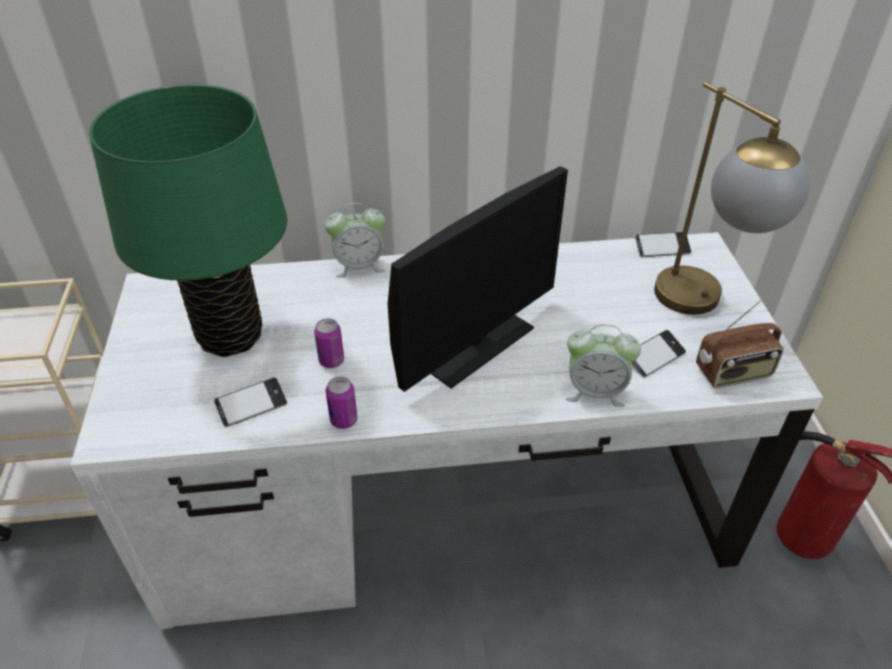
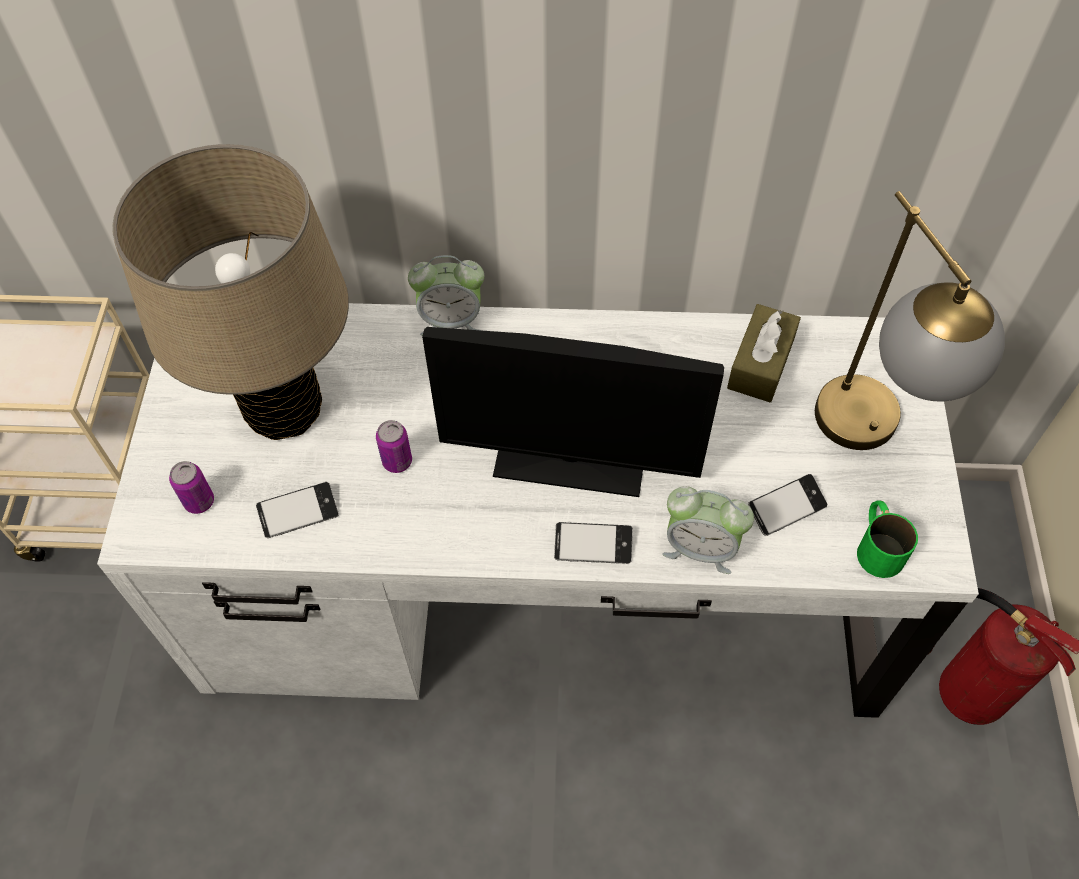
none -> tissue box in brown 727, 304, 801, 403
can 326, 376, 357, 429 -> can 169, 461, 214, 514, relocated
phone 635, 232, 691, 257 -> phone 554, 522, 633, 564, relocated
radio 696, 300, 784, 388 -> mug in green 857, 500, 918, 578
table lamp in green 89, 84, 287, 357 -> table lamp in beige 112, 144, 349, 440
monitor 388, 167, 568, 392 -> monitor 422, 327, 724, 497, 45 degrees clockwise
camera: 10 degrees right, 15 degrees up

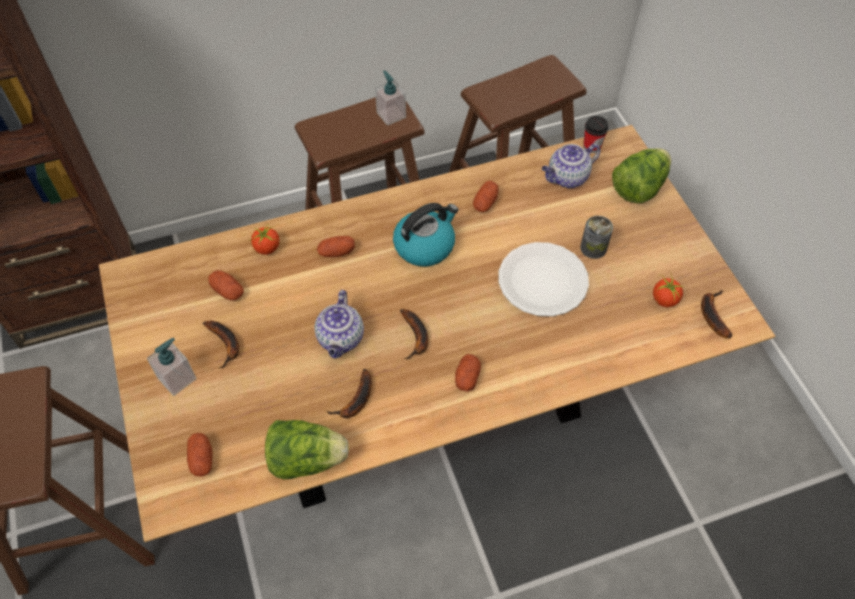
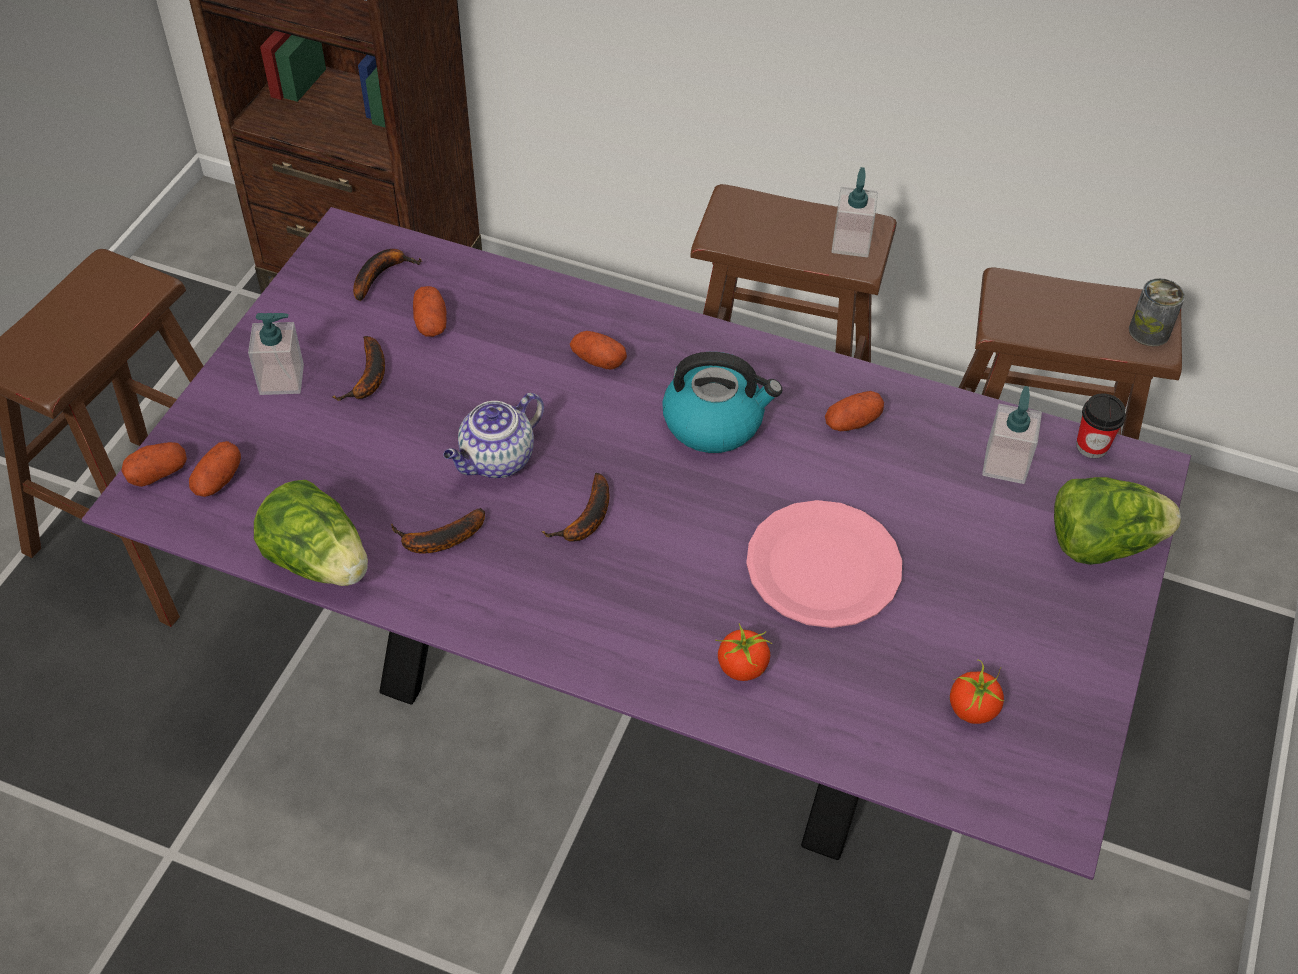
tomato 251, 223, 279, 255 -> tomato 716, 623, 772, 681, relocated
potato 455, 354, 481, 392 -> potato 121, 442, 187, 487, relocated
can 580, 216, 613, 259 -> can 1129, 278, 1185, 346, relocated
banana 701, 290, 732, 338 -> banana 353, 249, 422, 301, relocated
teapot 542, 144, 600, 188 -> soap dispenser 982, 386, 1042, 484
dining table in brown 99, 125, 775, 542 -> dining table in purple 82, 207, 1191, 880
plate in white 499, 242, 589, 317 -> plate in pink 746, 500, 902, 628
camera: 40 degrees right, 5 degrees down

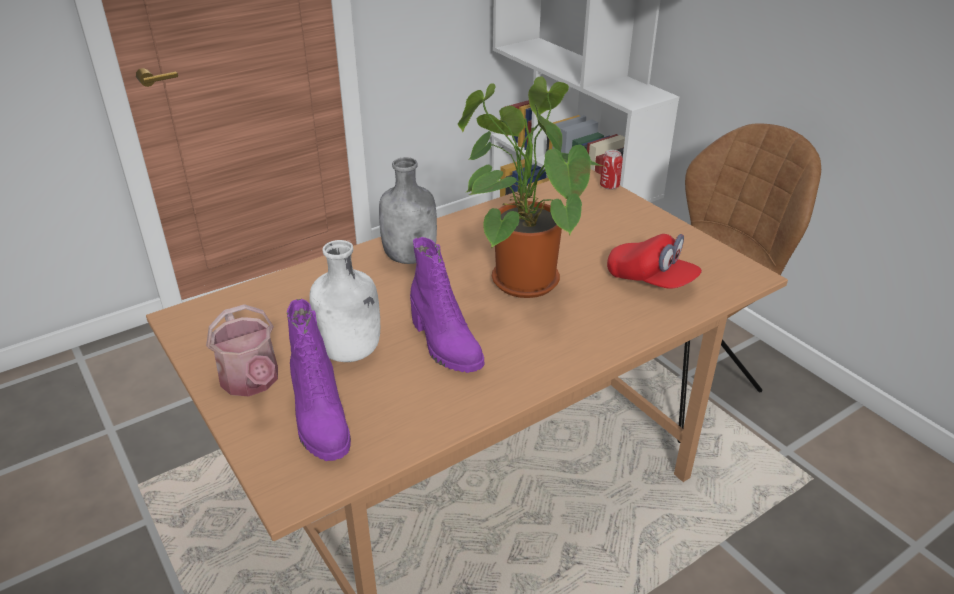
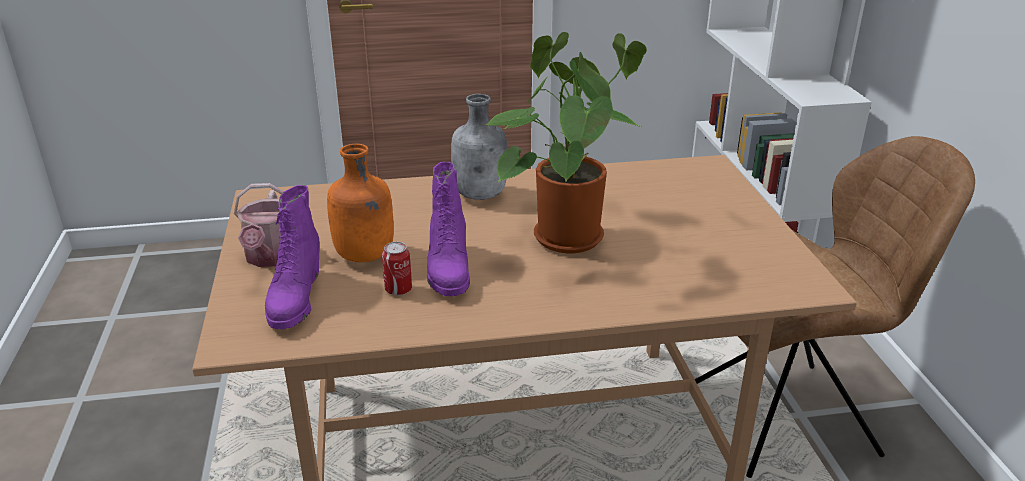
cap in red 607, 234, 702, 289 -> none
can 600, 150, 623, 190 -> can 382, 242, 412, 295, relocated
bottle in white 309, 240, 380, 362 -> bottle in orange 327, 144, 394, 262
camera: 25 degrees right, 5 degrees down

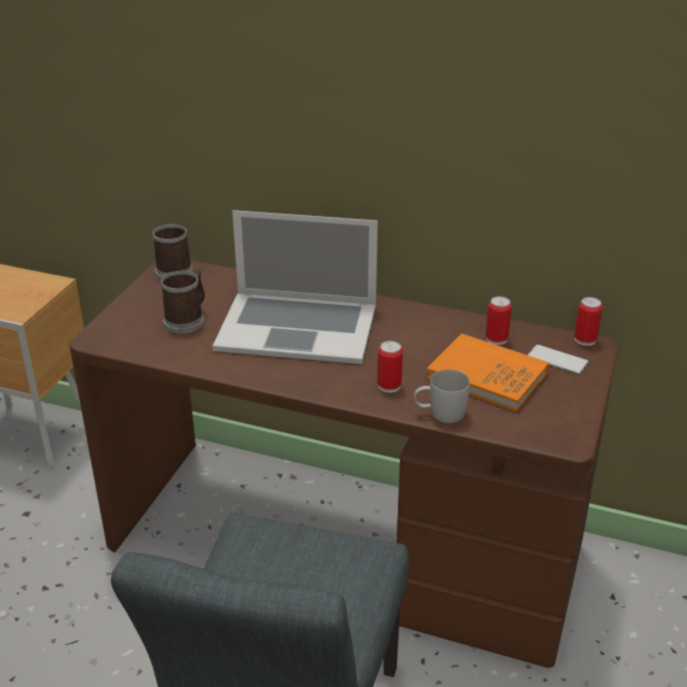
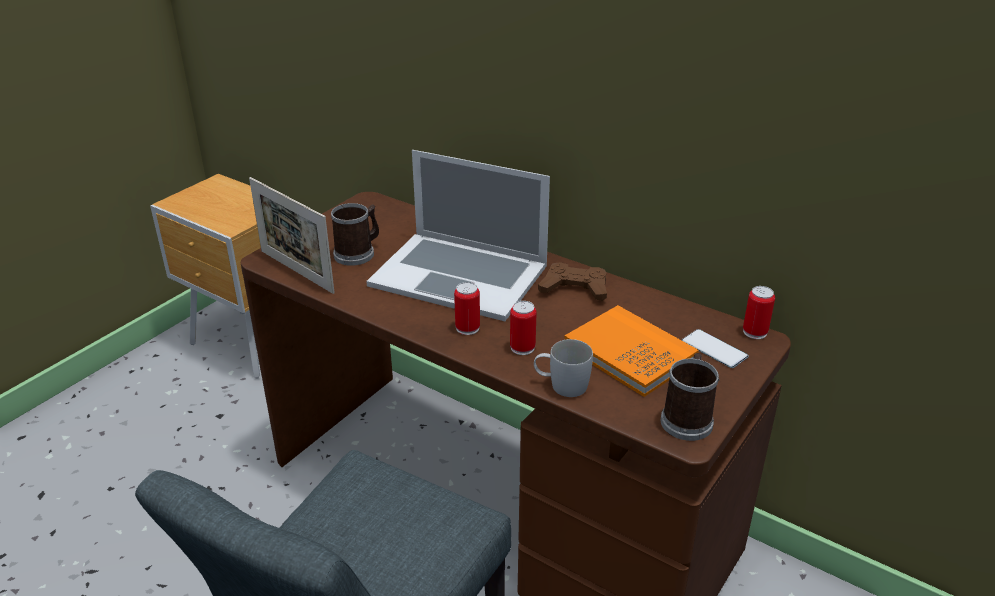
none -> picture frame 249, 177, 335, 294
none -> game controller in brown 538, 262, 607, 301
mug 153, 221, 193, 280 -> mug 661, 353, 720, 441, relocated
can 486, 296, 512, 345 -> can 454, 282, 480, 335, relocated
camera: 15 degrees right, 0 degrees up

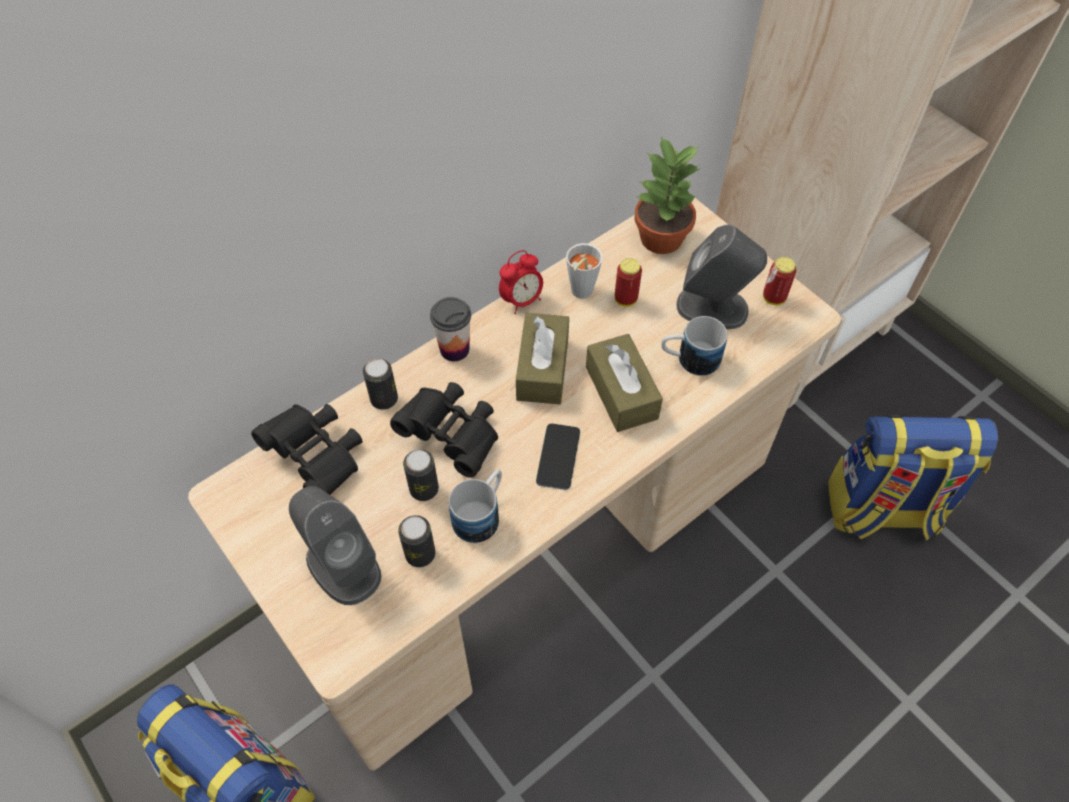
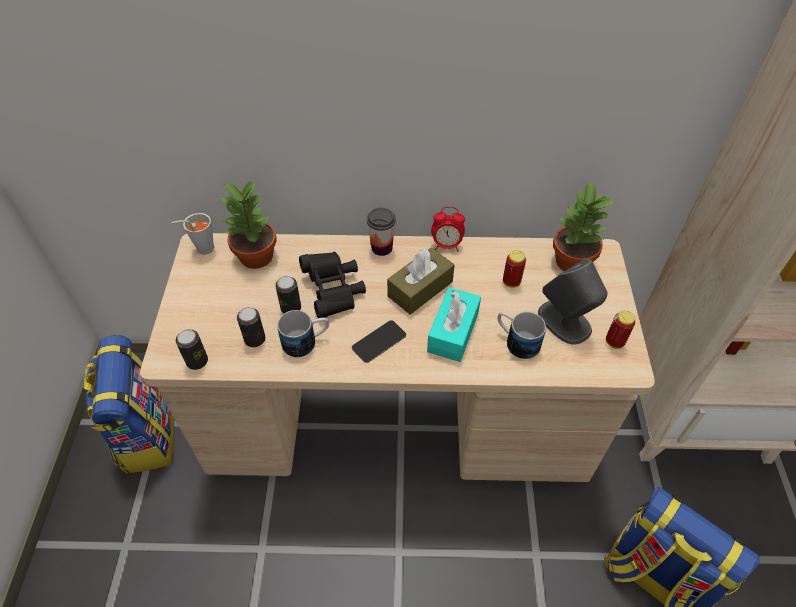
speaker in grey 289, 486, 381, 605 -> none
can 363, 359, 398, 410 -> can 176, 329, 208, 370, relocated
cup in grey 566, 243, 603, 299 -> cup in grey 172, 213, 214, 255, relocated
binoculars in black 251, 404, 363, 495 -> potted plant 219, 180, 276, 269
tissue box in brown 586, 334, 663, 432 -> tissue box in turquoise 427, 287, 481, 362
camera: 40 degrees right, 5 degrees down

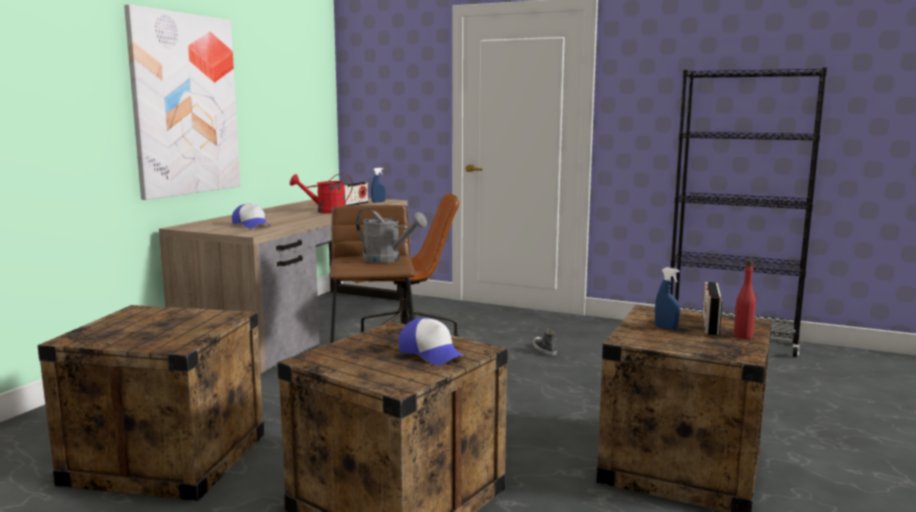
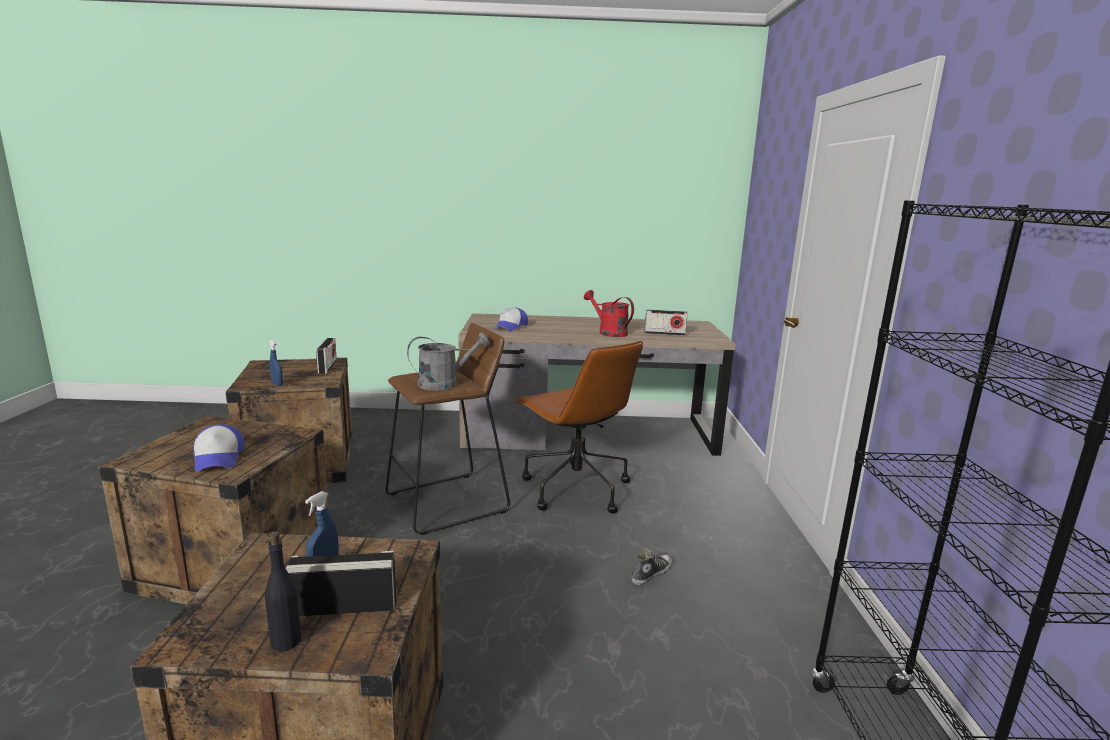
picture 124, 4, 241, 200 -> none
none -> radio 316, 338, 337, 374
spray bottle in blue 371, 168, 386, 202 -> spray bottle in blue 269, 340, 283, 386, relocated
bottle in red 734, 260, 756, 339 -> bottle in black 265, 531, 301, 652
watering can in grey 356, 208, 427, 263 -> watering can in grey 407, 332, 490, 390, 120 degrees counterclockwise
cap 398, 318, 466, 366 -> cap 193, 424, 245, 472, 45 degrees counterclockwise
camera: 65 degrees right, 5 degrees up

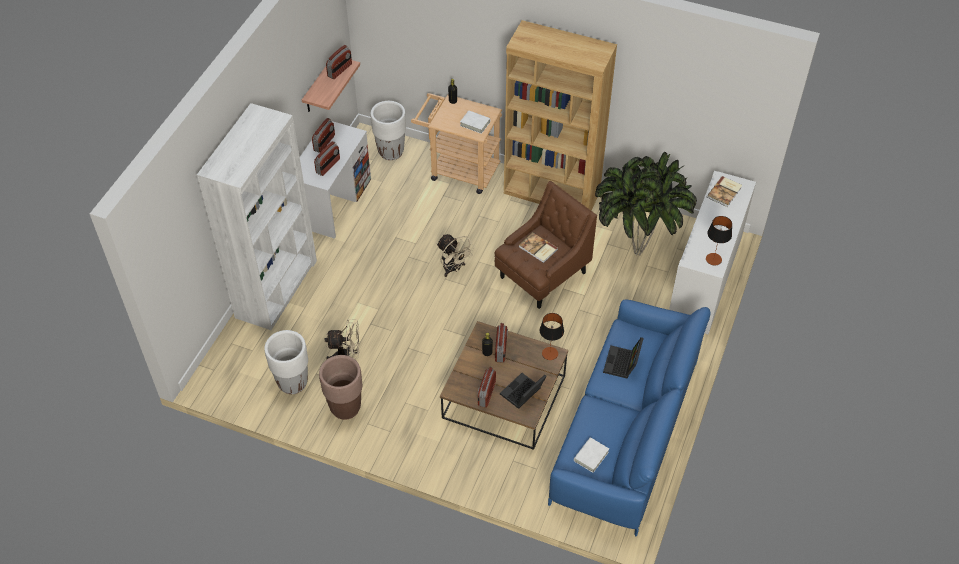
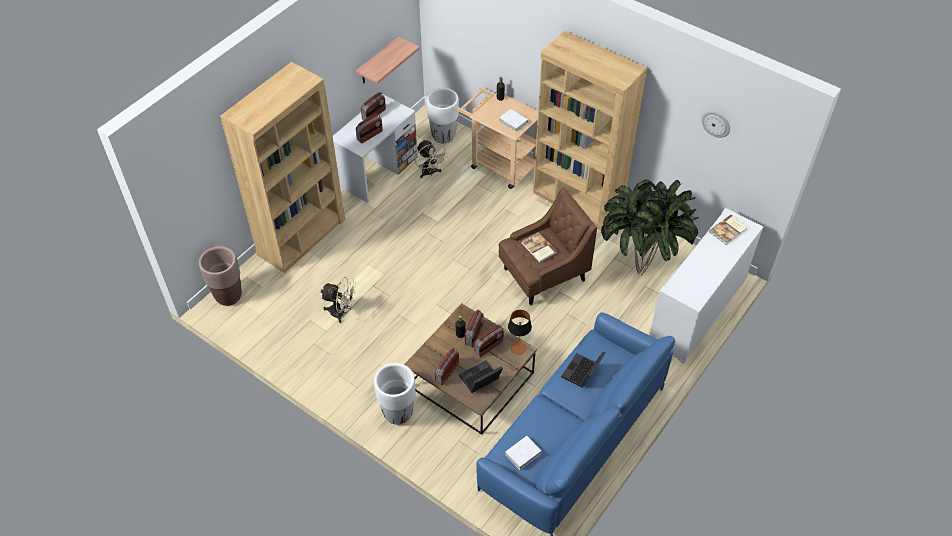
table lamp 706, 216, 732, 265 -> none
none -> wall clock 702, 111, 730, 138
planter in white 264, 330, 308, 394 -> planter in white 374, 363, 416, 425, relocated
planter in brown 319, 355, 362, 420 -> planter in brown 199, 246, 242, 306, relocated
radio 326, 45, 352, 79 -> radio 475, 325, 504, 357, relocated
fan in beige 437, 234, 475, 277 -> fan in beige 415, 140, 448, 178, relocated
bookcase in white 197, 103, 317, 330 -> bookcase in brown 220, 62, 345, 273
camera: 15 degrees right, 0 degrees up

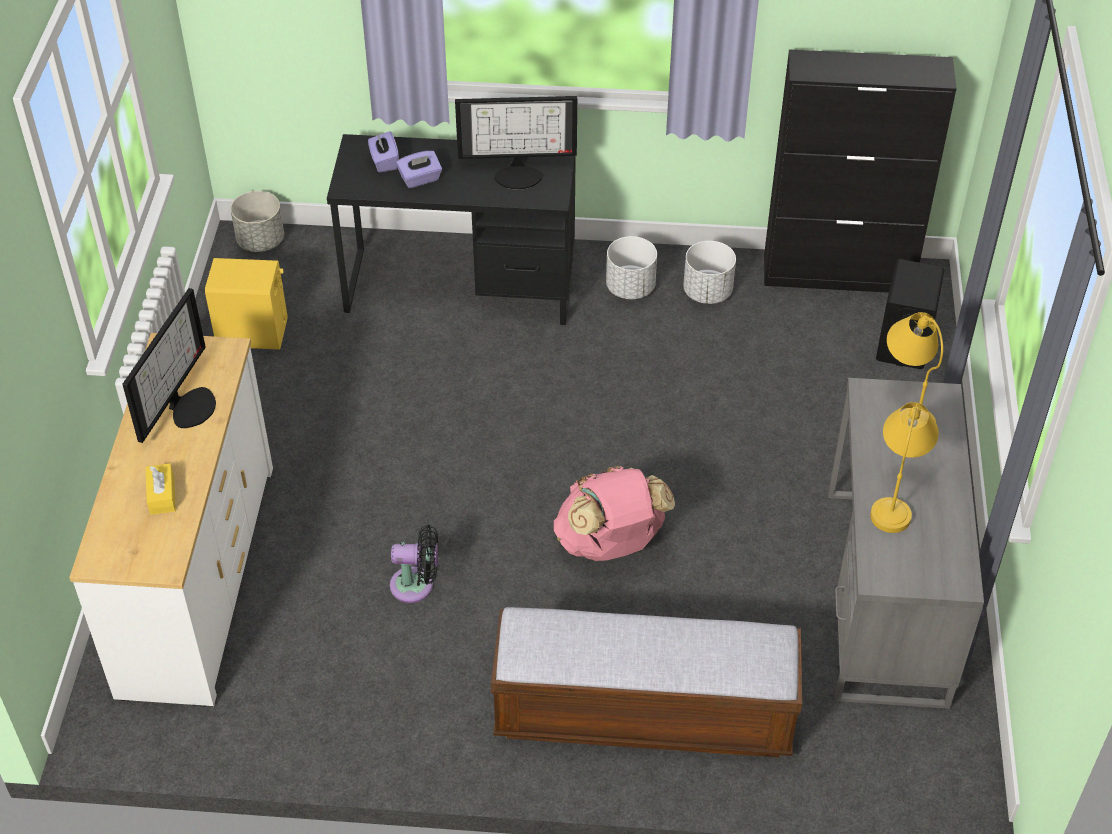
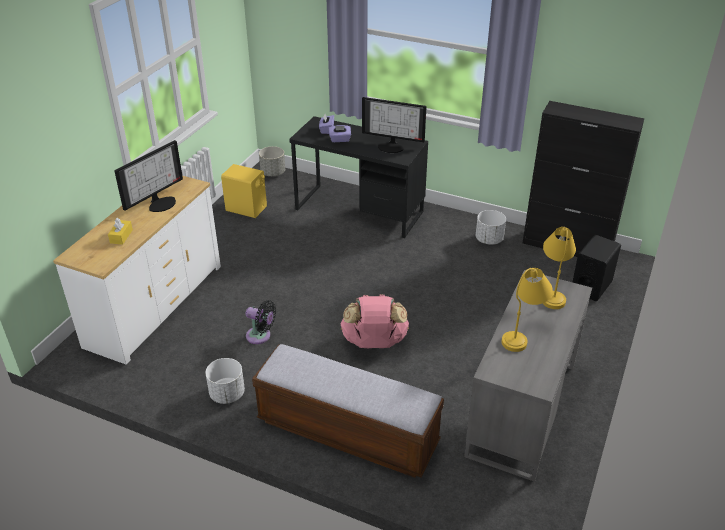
planter in white 606, 236, 657, 299 -> planter in white 206, 358, 245, 404, relocated
camera: 20 degrees right, 10 degrees down

